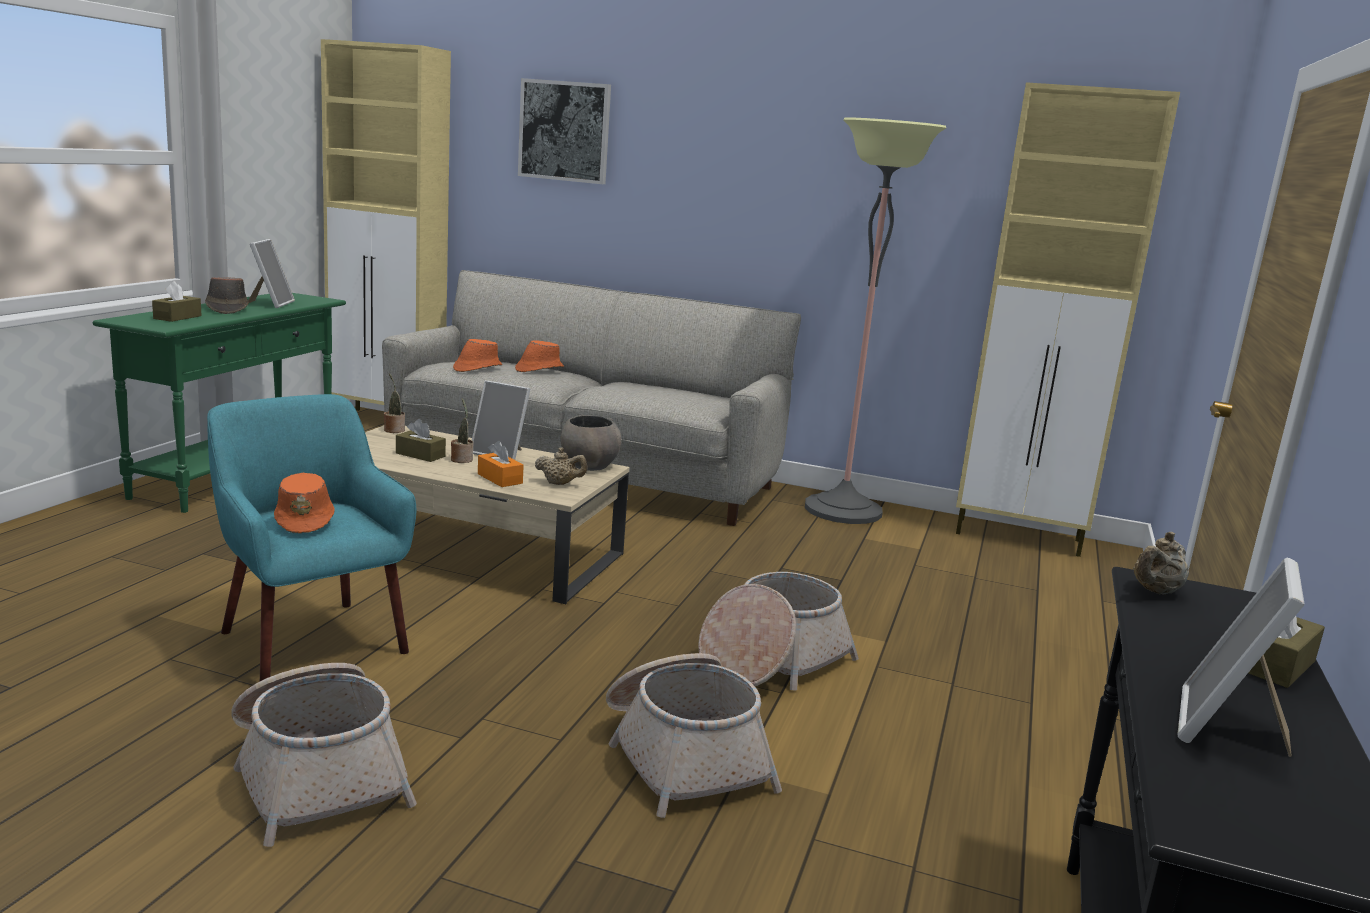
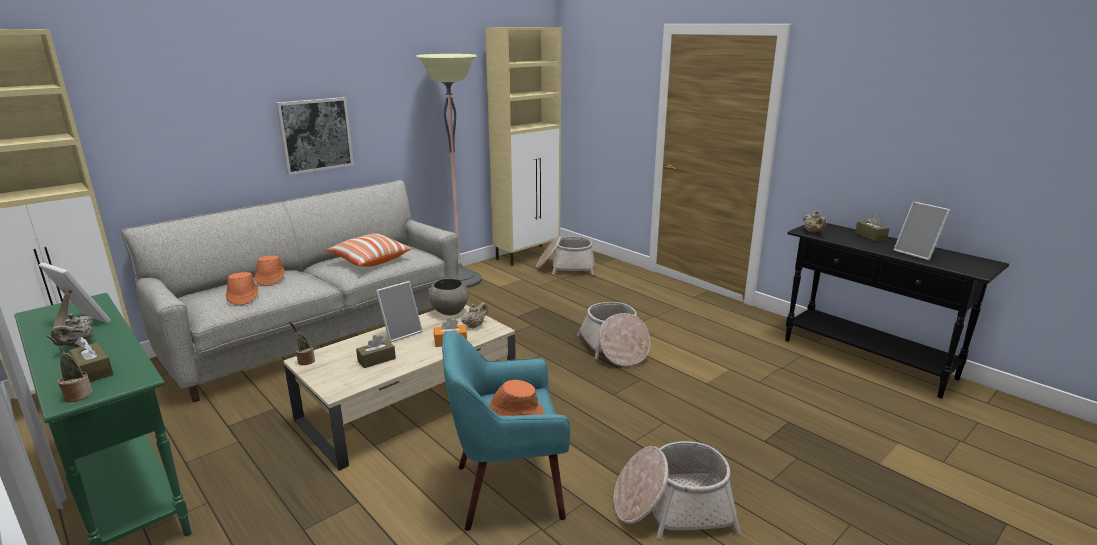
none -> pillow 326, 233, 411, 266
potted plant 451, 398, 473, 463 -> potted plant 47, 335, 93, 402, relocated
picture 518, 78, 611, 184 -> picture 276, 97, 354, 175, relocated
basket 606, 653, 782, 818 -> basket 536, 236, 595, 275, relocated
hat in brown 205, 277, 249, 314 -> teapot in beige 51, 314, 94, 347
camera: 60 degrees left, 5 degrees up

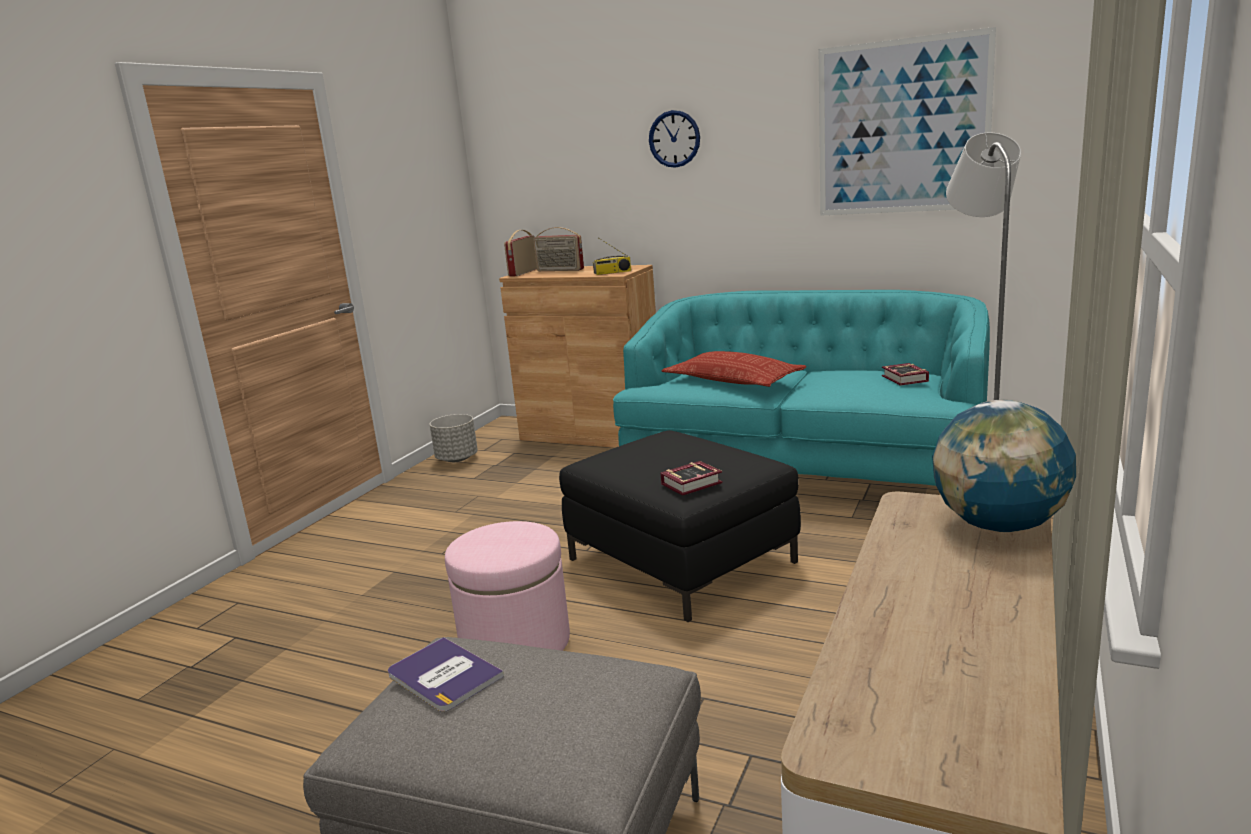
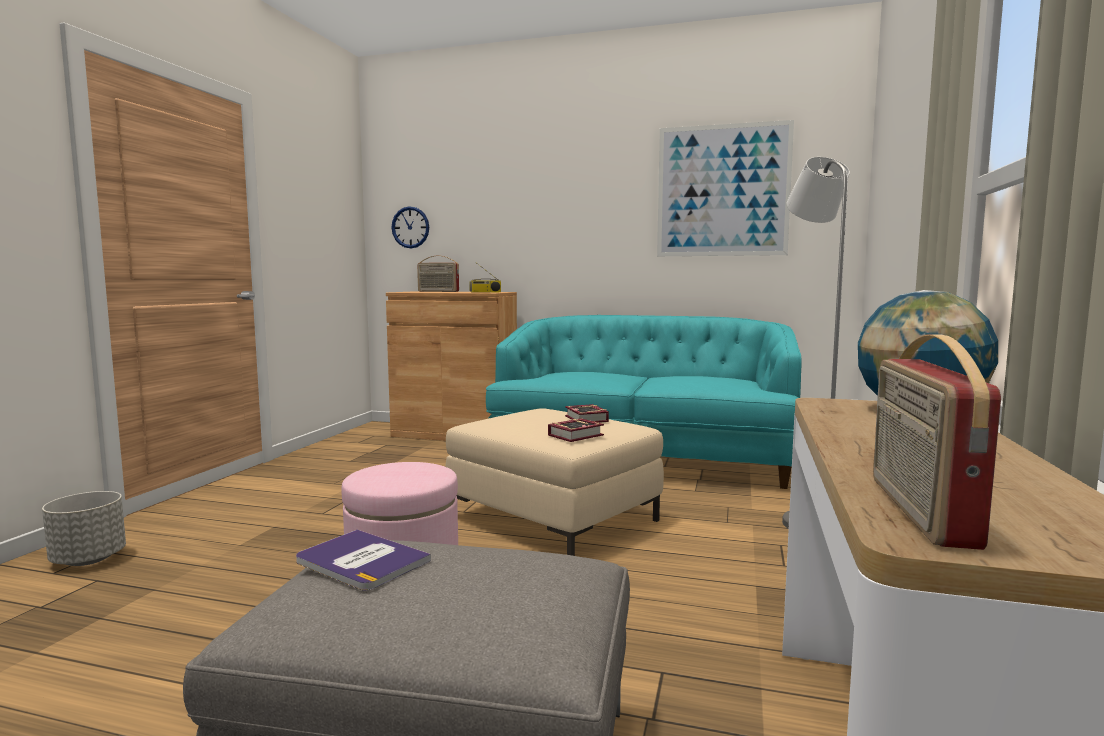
pillow 662, 351, 807, 387 -> none
planter in grey 430, 414, 478, 462 -> planter in grey 42, 491, 126, 566, relocated
radio 504, 230, 537, 277 -> radio 873, 335, 1001, 550, relocated
wall clock 649, 110, 700, 168 -> wall clock 392, 206, 429, 248, relocated
book 882, 363, 929, 386 -> book 565, 404, 609, 423, relocated
ottoman in black 559, 430, 801, 622 -> ottoman in beige 445, 408, 664, 556
camera: 10 degrees left, 10 degrees down

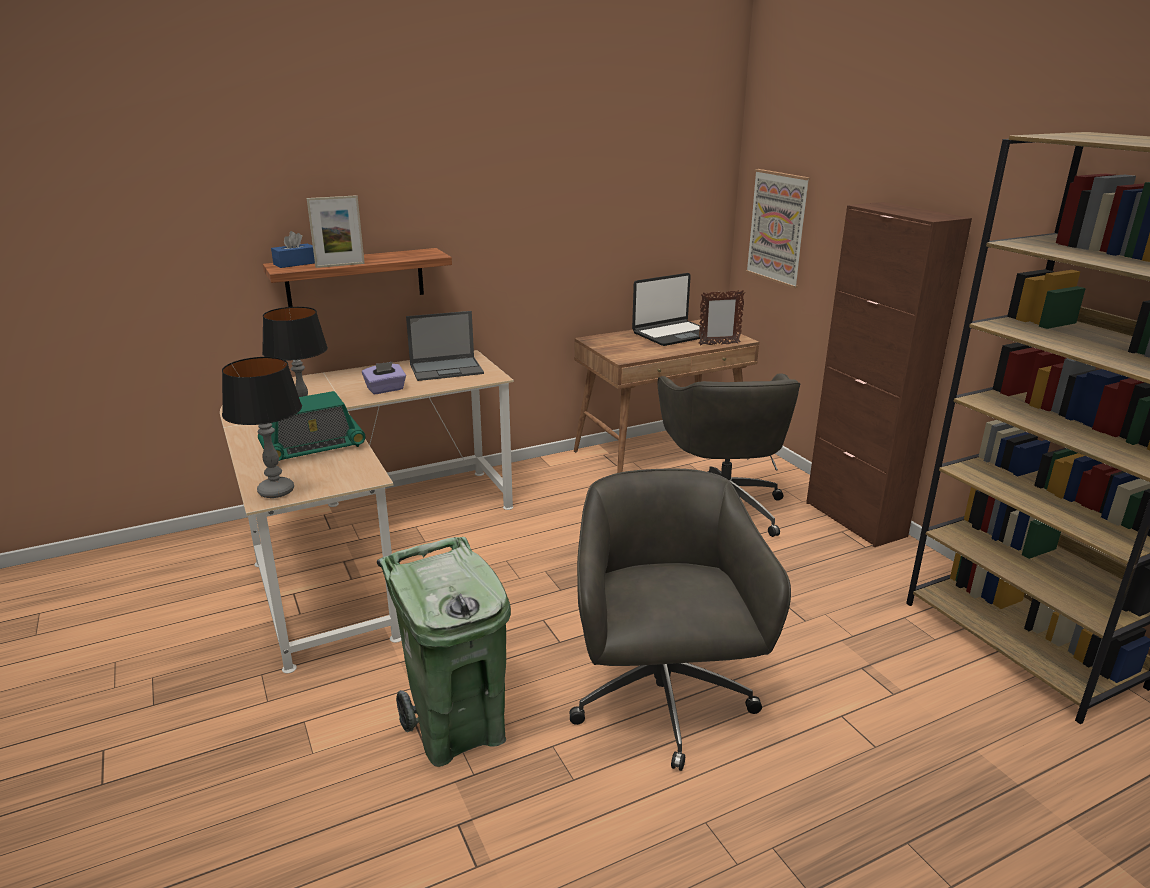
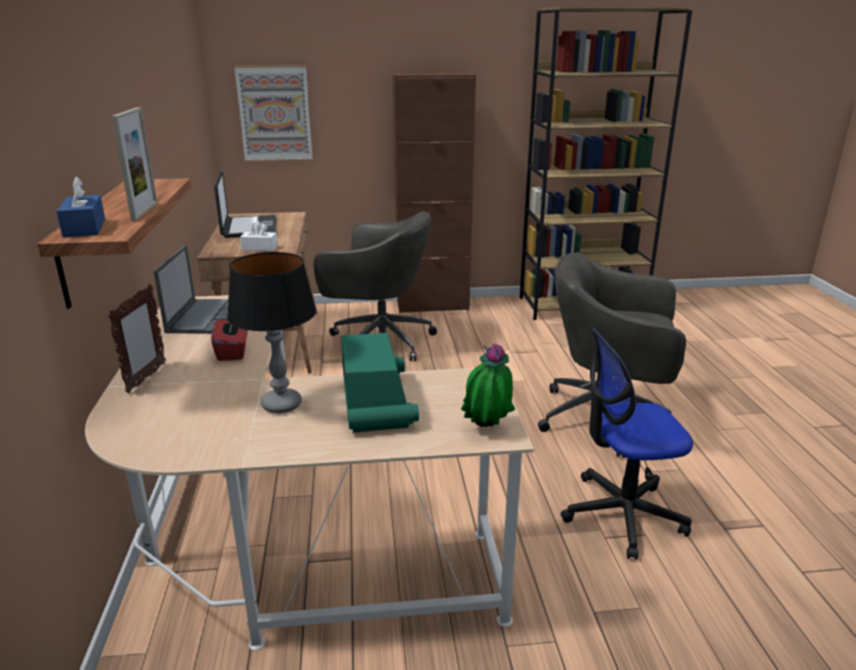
none -> tissue box in white 240, 221, 278, 251
picture frame 699, 290, 745, 345 -> picture frame 108, 284, 166, 393, relocated
table lamp 222, 357, 302, 498 -> potted plant 461, 343, 515, 427
trash can in green 377, 537, 511, 767 -> office chair 561, 327, 693, 560
tissue box in purple 362, 361, 406, 394 -> tissue box in red 211, 320, 248, 361
camera: 70 degrees left, 0 degrees up

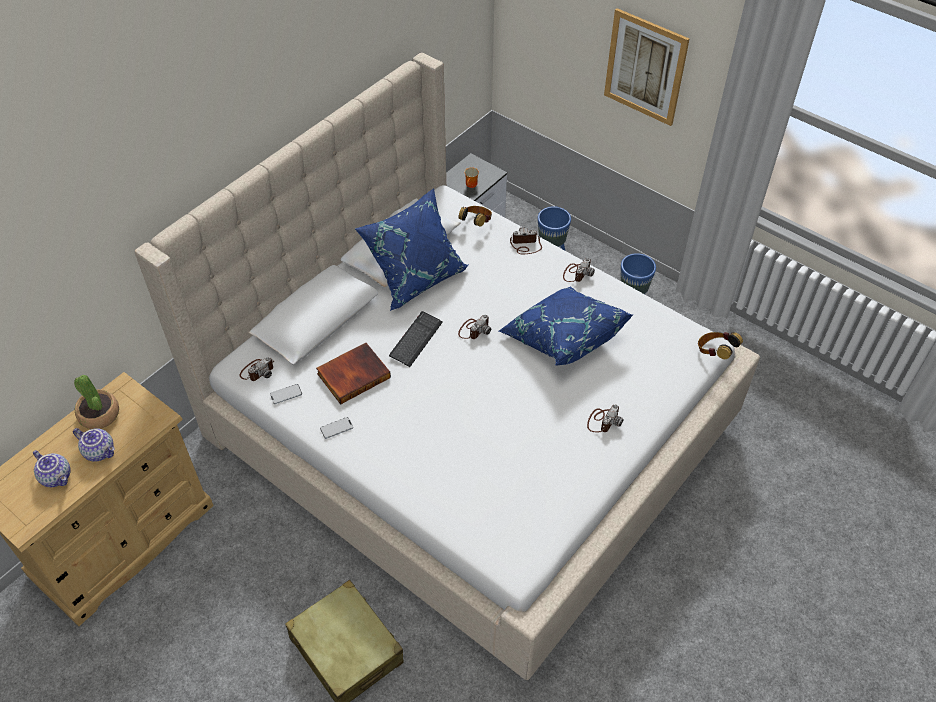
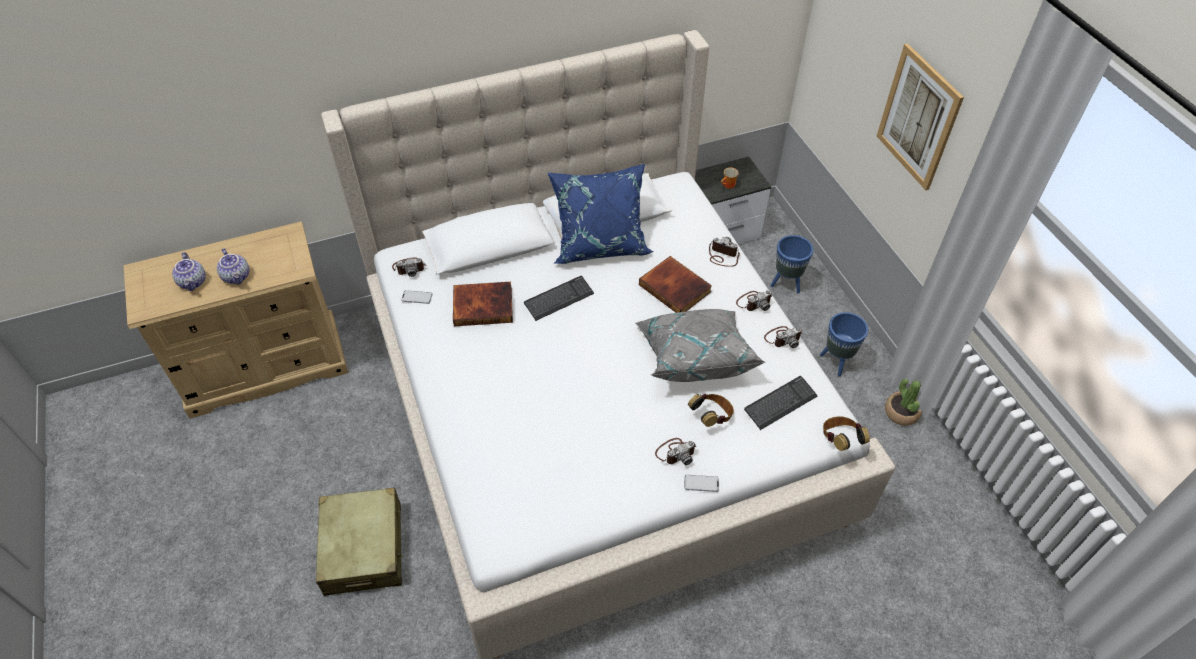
none -> book 639, 256, 712, 313
none -> keyboard 744, 376, 817, 430
potted plant 74, 375, 119, 429 -> potted plant 885, 379, 922, 426, relocated
phone 320, 417, 353, 439 -> phone 685, 475, 719, 492, relocated
headphones 458, 206, 492, 227 -> headphones 688, 394, 734, 427, relocated
photo camera 458, 315, 491, 339 -> photo camera 764, 326, 802, 348, relocated
pillow in blue 498, 286, 634, 365 -> pillow in grey 635, 309, 765, 382
camera: 30 degrees right, 0 degrees up

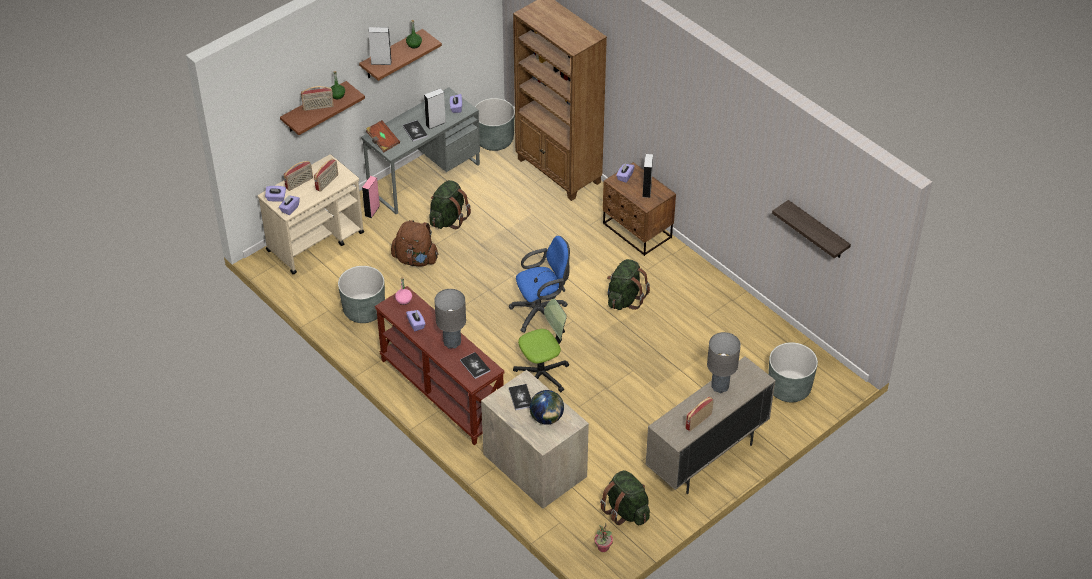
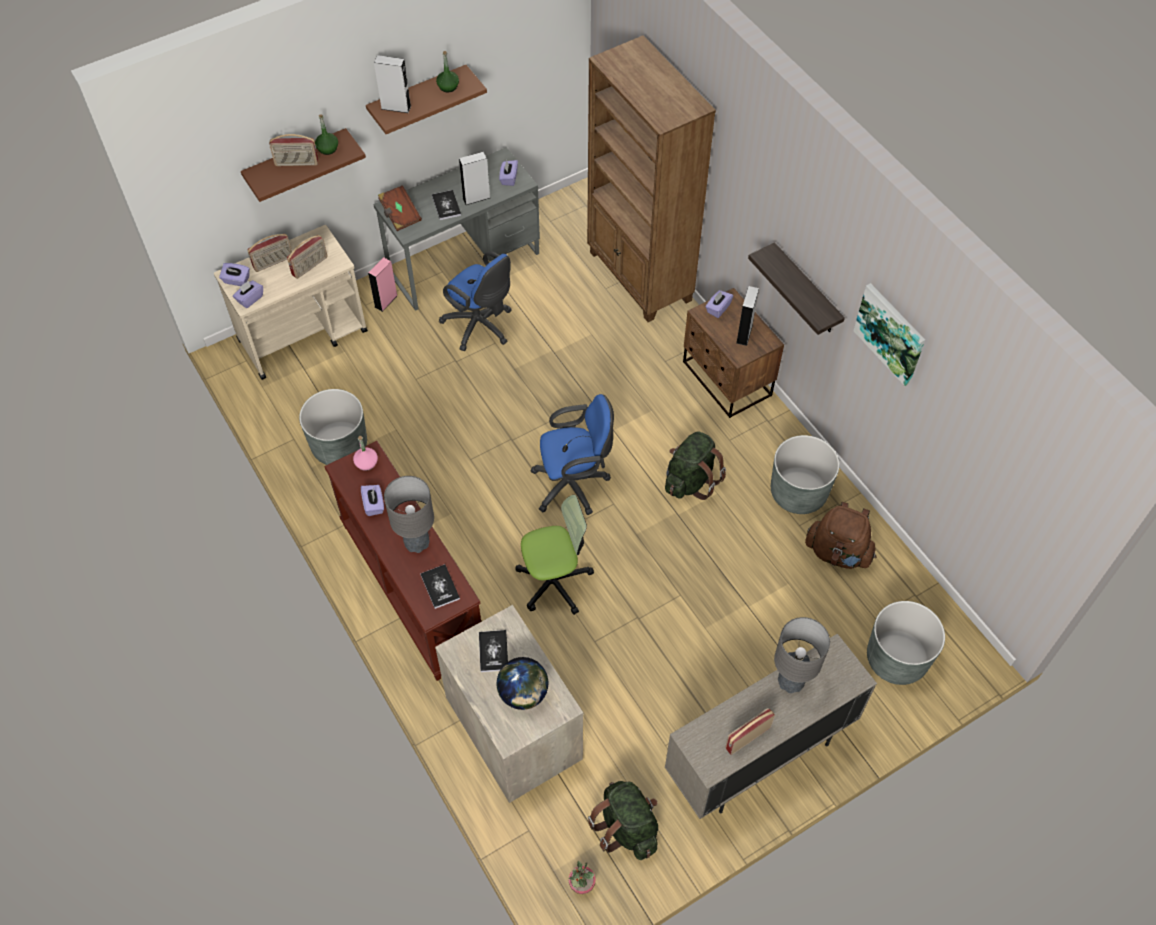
none -> picture 853, 283, 925, 386
backpack in brown 391, 220, 438, 266 -> backpack in brown 805, 502, 877, 569, relocated
planter in grey 475, 98, 515, 151 -> planter in grey 771, 435, 839, 514, relocated
shelf 772, 200, 851, 258 -> shelf 748, 242, 845, 335, relocated
backpack in green 429, 180, 471, 229 -> office chair in blue 439, 251, 512, 351
camera: 10 degrees right, 10 degrees up

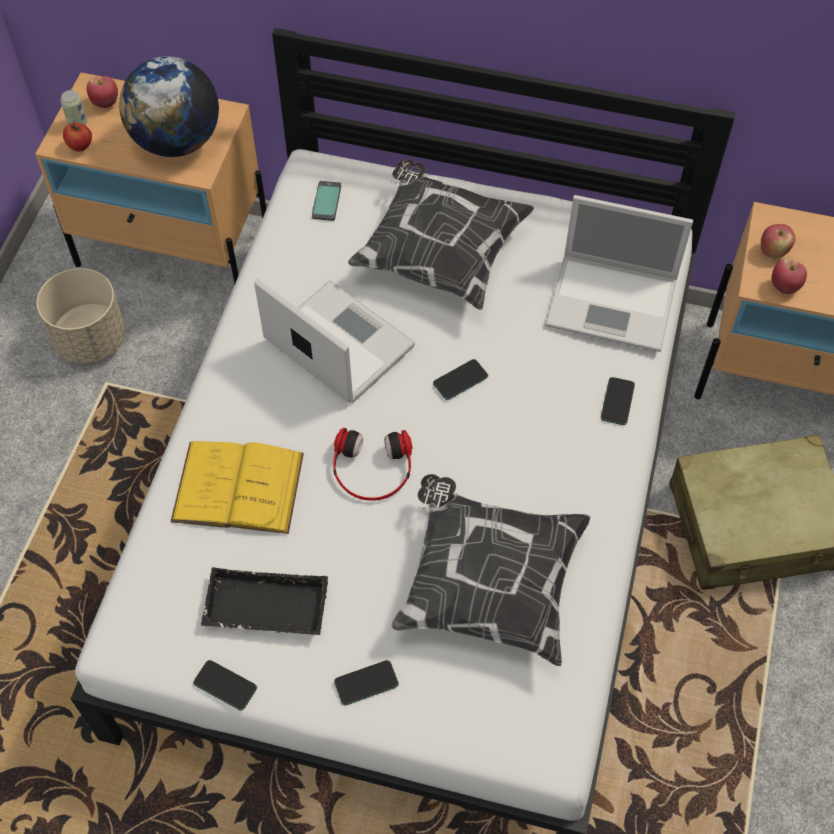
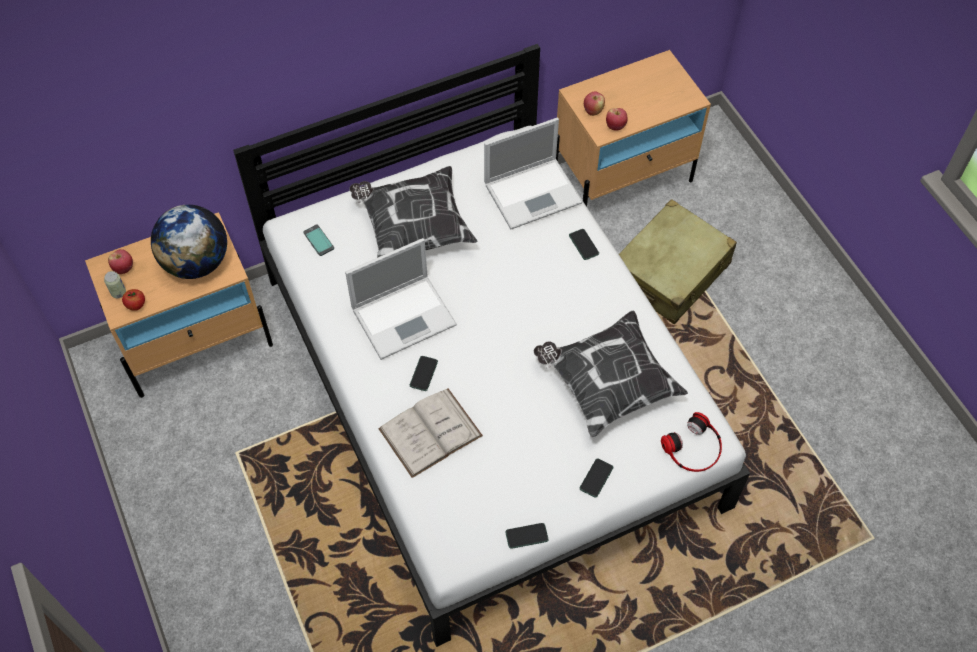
planter in beige 37, 268, 125, 364 -> none
tray in black 201, 567, 328, 635 -> none
headphones 333, 428, 413, 501 -> headphones 661, 412, 722, 472, relocated
phone 433, 359, 488, 400 -> phone 410, 356, 438, 391, relocated
book in yellow 170, 441, 304, 534 -> book in white 378, 388, 483, 478
laptop 254, 279, 415, 403 -> laptop 345, 238, 457, 360, 150 degrees clockwise
camera: 40 degrees left, 0 degrees up

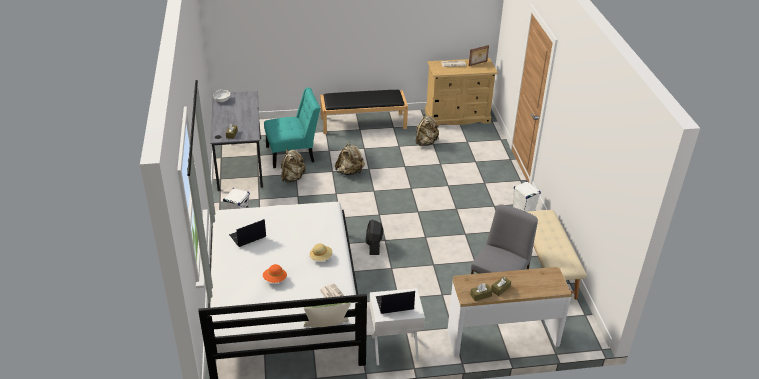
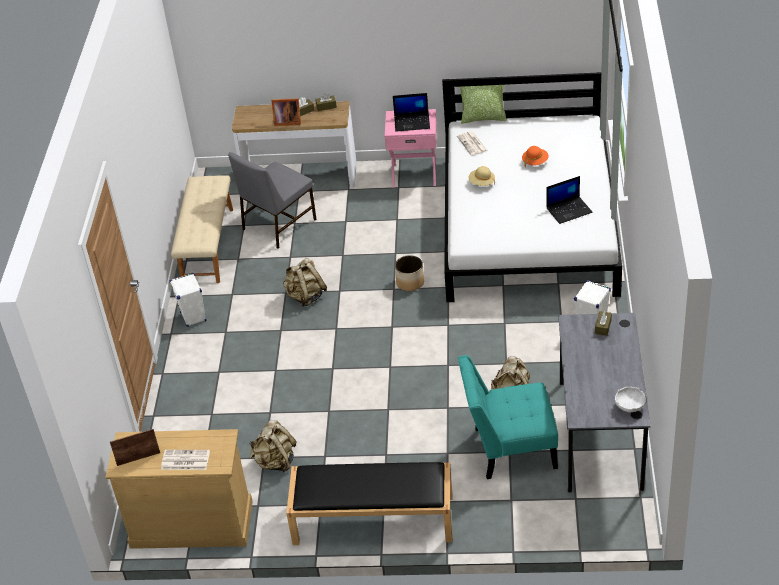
none -> picture frame 271, 98, 301, 126
backpack in beige 335, 142, 365, 175 -> backpack in beige 283, 258, 327, 307, relocated
fan in black 366, 220, 383, 255 -> planter 395, 255, 424, 291
nightstand in white 369, 288, 425, 365 -> nightstand in pink 385, 109, 437, 188
camera: 165 degrees left, 5 degrees up

